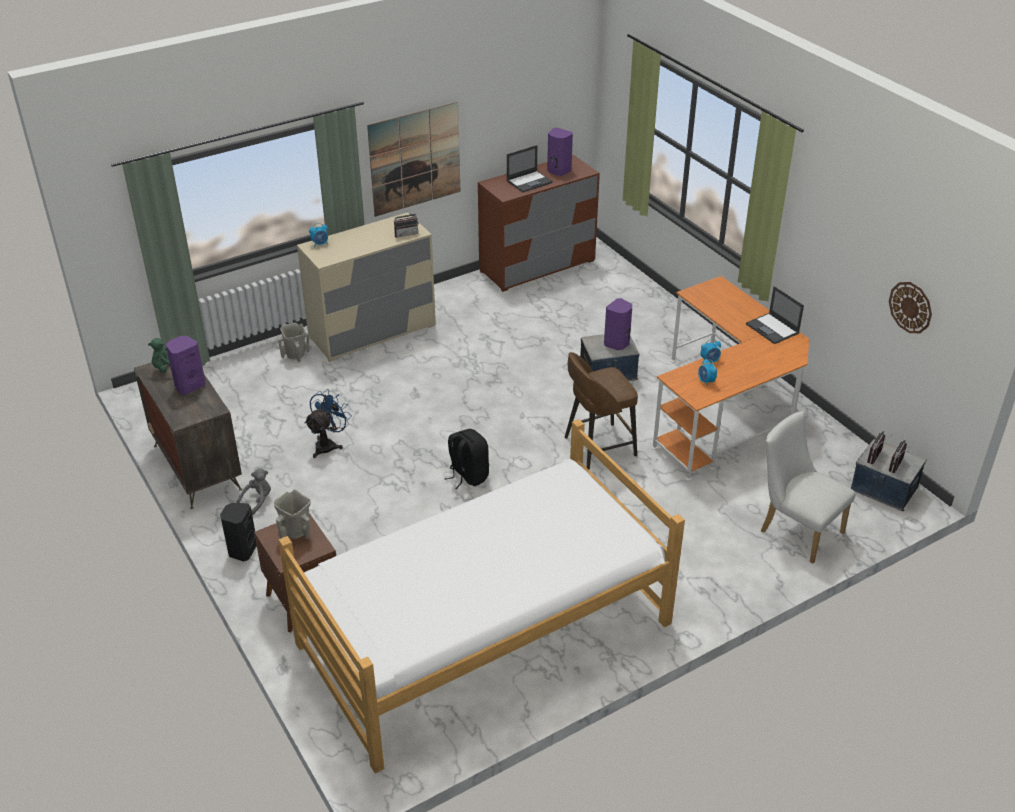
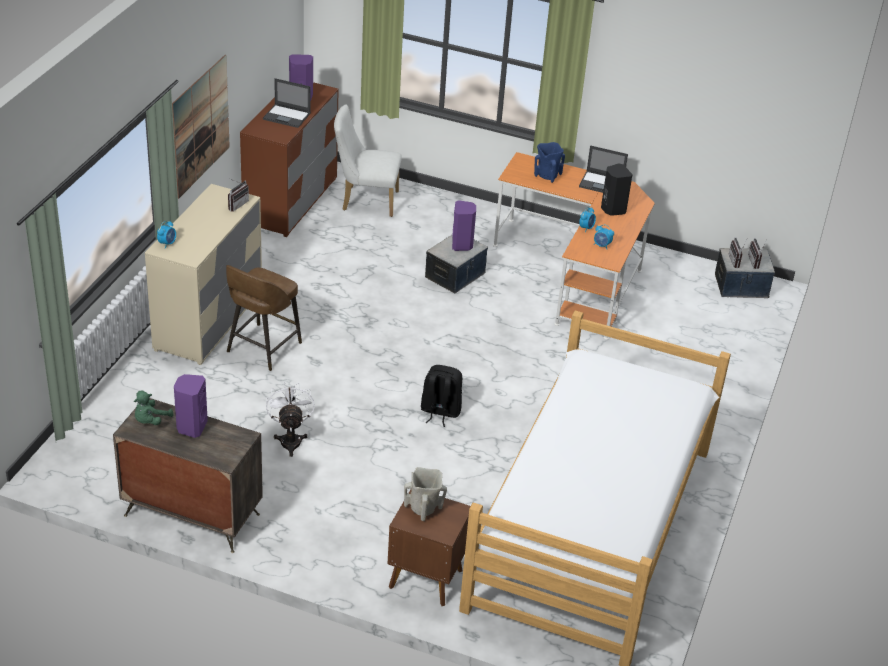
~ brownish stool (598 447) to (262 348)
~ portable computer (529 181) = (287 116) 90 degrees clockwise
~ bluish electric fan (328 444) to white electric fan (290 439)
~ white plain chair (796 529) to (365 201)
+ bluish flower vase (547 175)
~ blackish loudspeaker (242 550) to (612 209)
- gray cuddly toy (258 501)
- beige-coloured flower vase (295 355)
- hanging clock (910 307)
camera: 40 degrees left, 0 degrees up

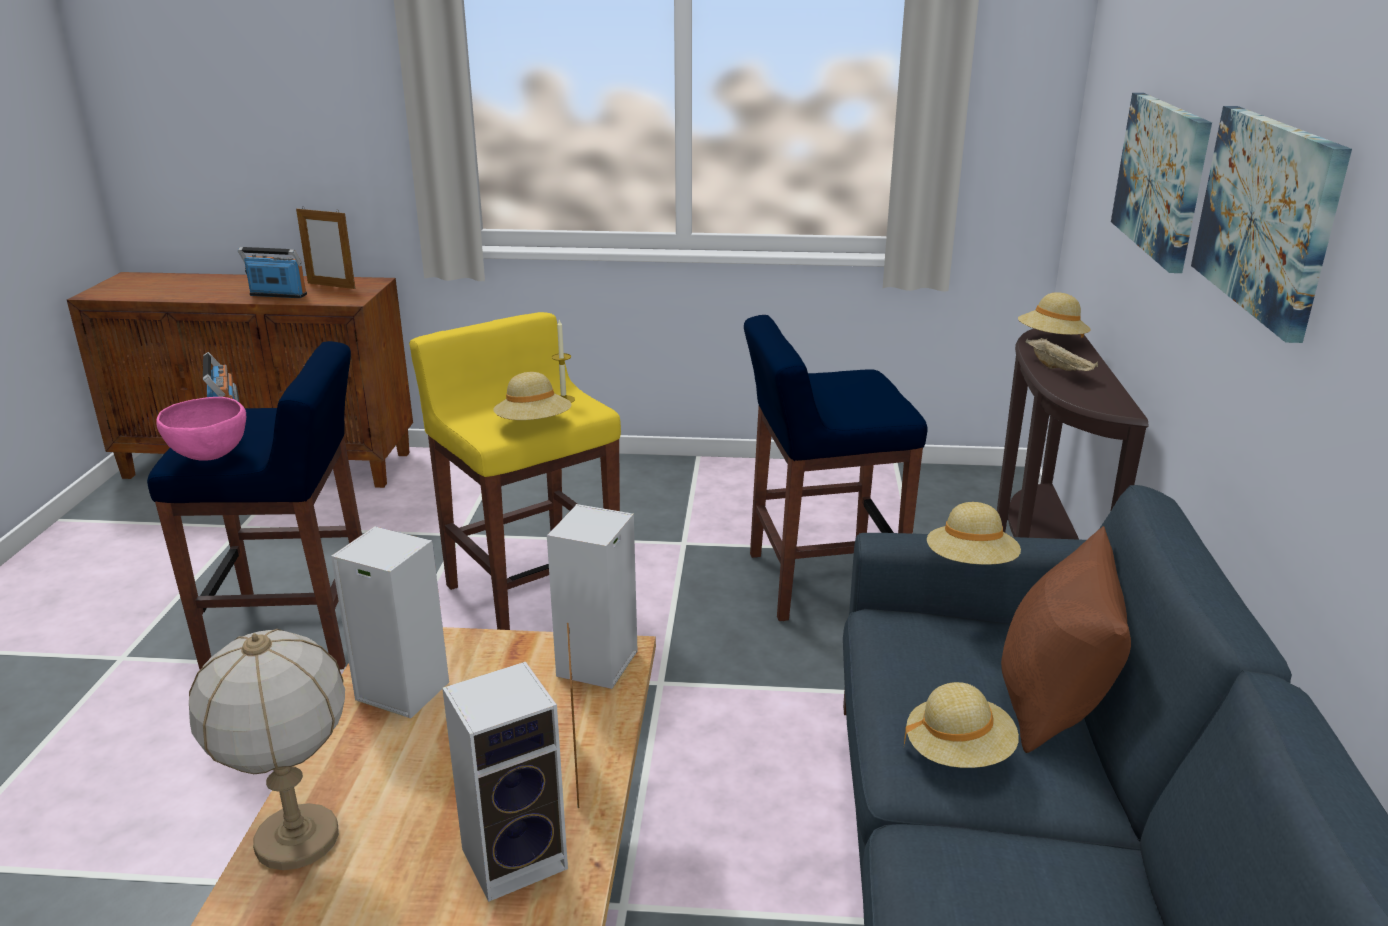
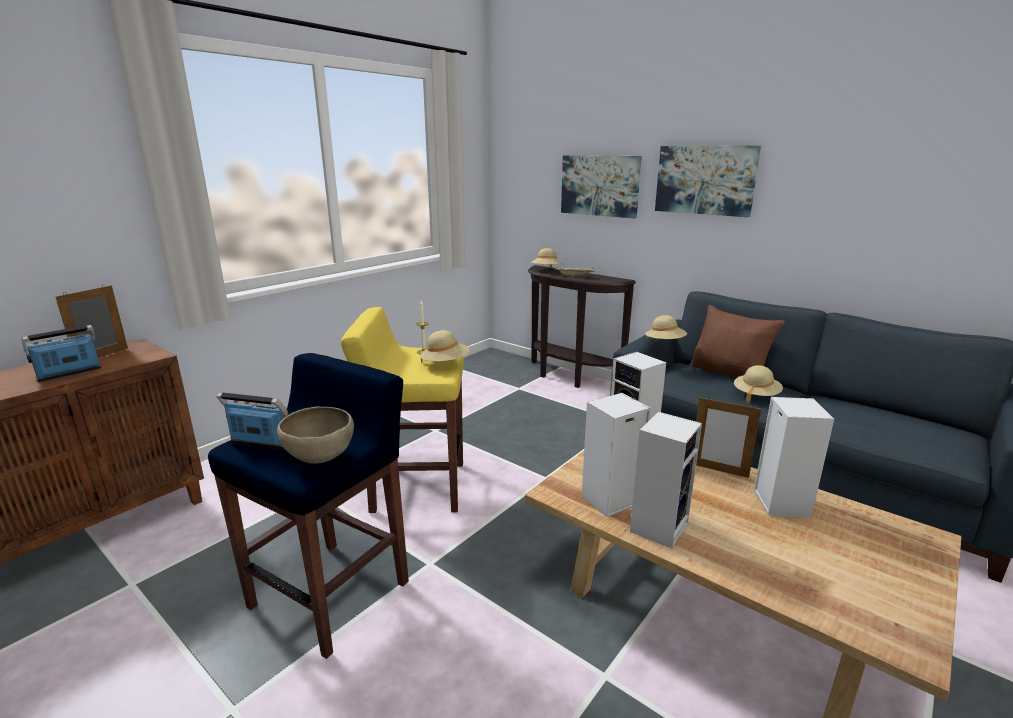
~ standing frame (331 286) = (102 355) 150 degrees clockwise
~ pink serving bowl (209 458) to brownish serving bowl (320 460)
+ loudspeaker (658 526)
- tabletop lamp (298 839)
- bluish stool (819 581)
camera: 55 degrees left, 5 degrees down

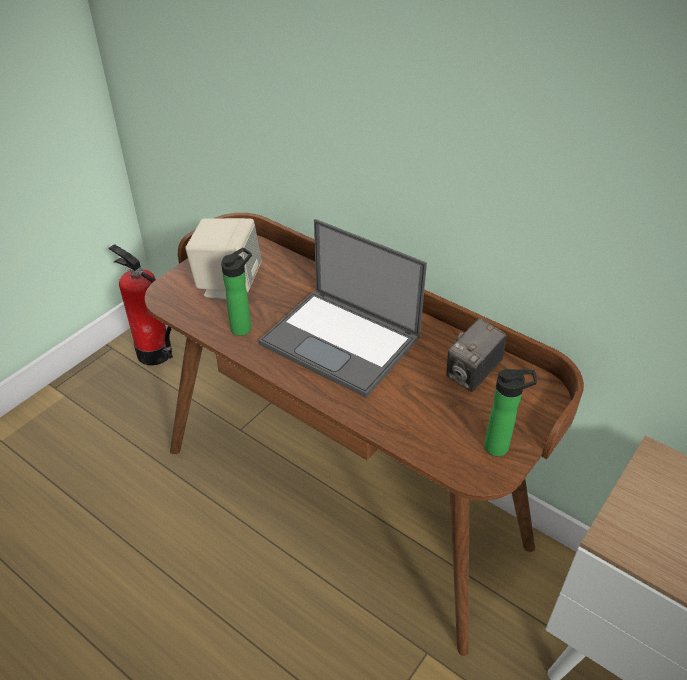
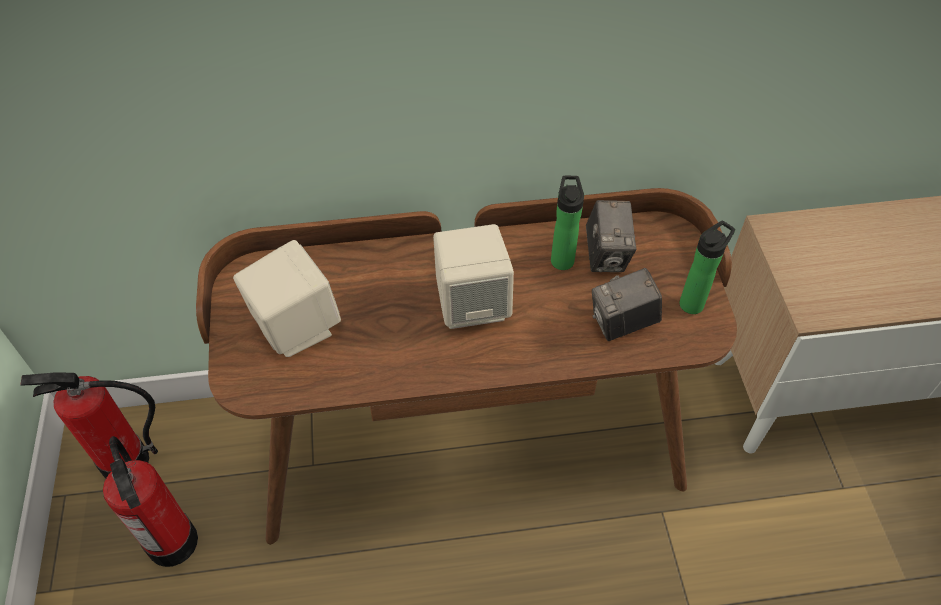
+ fire-fighting cylinder (173 541)
~ portable computer (342 341) to beige-coloured loudspeaker (472 304)
~ beverage bottle (243 327) to (562 258)
+ still camera (622 324)
camera: 45 degrees left, 10 degrees up

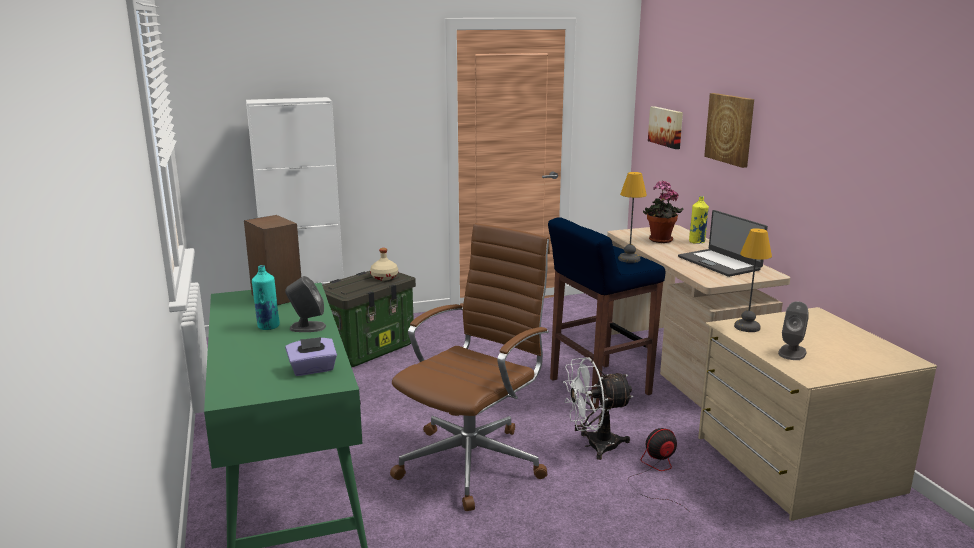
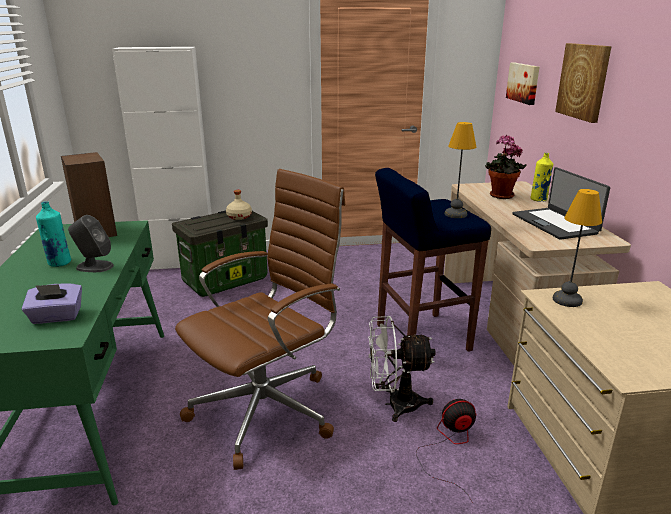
- gray loudspeaker (792 352)
camera: 10 degrees right, 5 degrees up

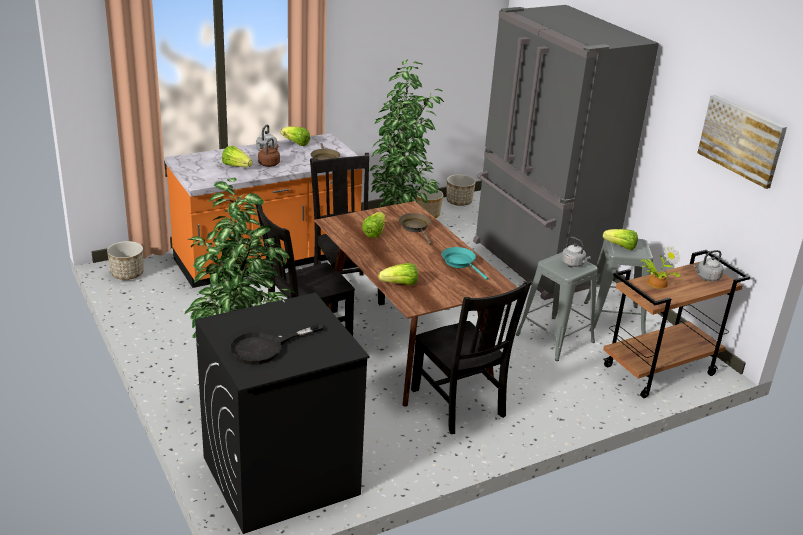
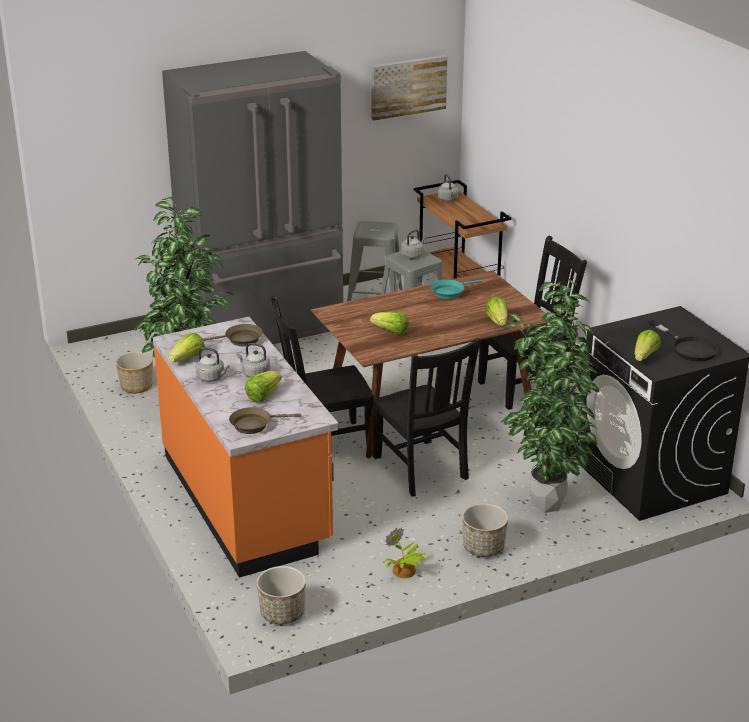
~ brownish frying pan (416 228) to (254 424)
~ brownish water kettle (269 163) to gray water kettle (254 374)
~ plant in a pot (655 283) to (404 572)
~ planter (459 202) to (483 547)
~ head of lettuce (620 247) to (644 356)
camera: 85 degrees left, 0 degrees up

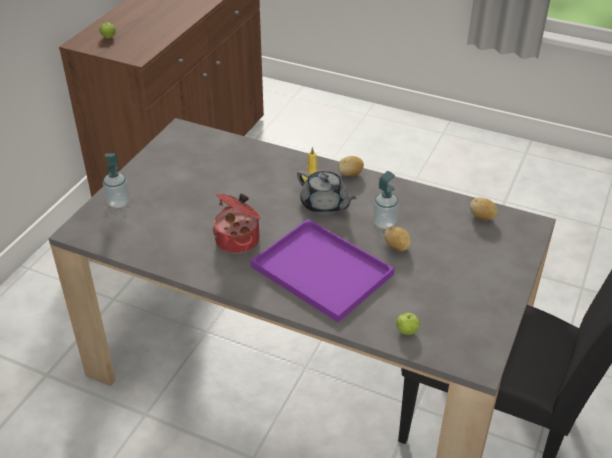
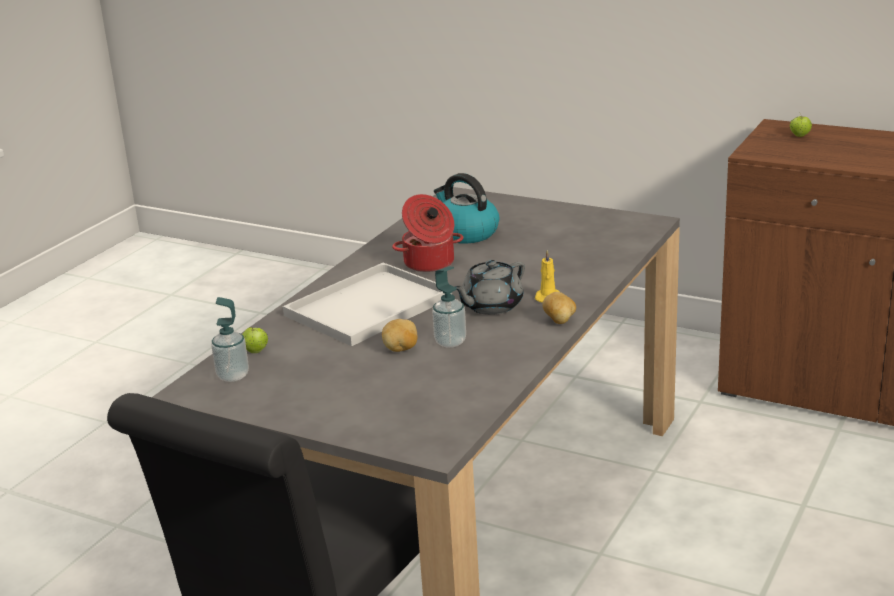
~ soap dispenser (118 202) to (233 376)
~ purple-coloured serving tray (319 270) to white serving tray (369 305)
+ water kettle (465 233)
- whole potato (482 217)
camera: 95 degrees right, 15 degrees down

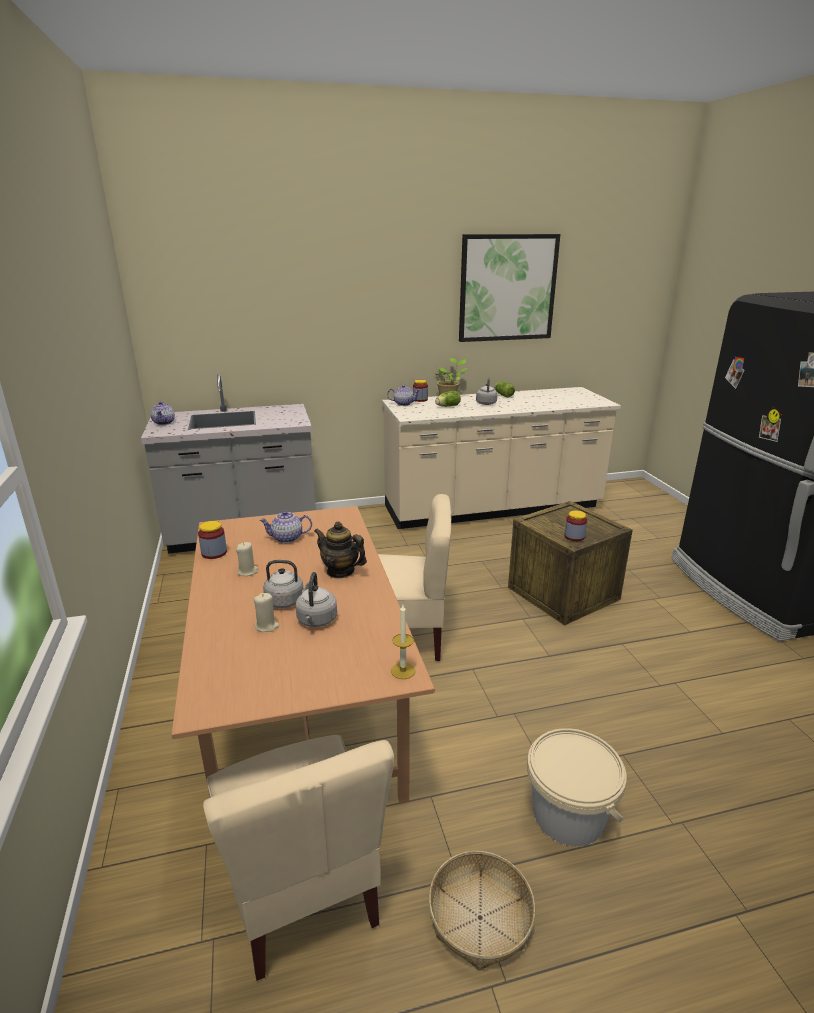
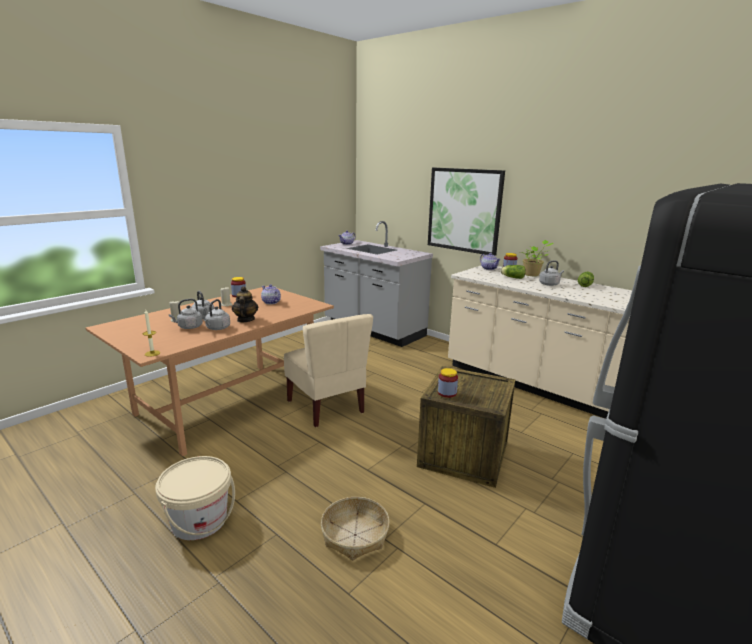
+ gray water kettle (217 328)
~ household basket (479 918) to (354 535)
~ wall art (507 288) to (464 210)
- beige-coloured plain chair (302 889)
camera: 55 degrees right, 5 degrees down

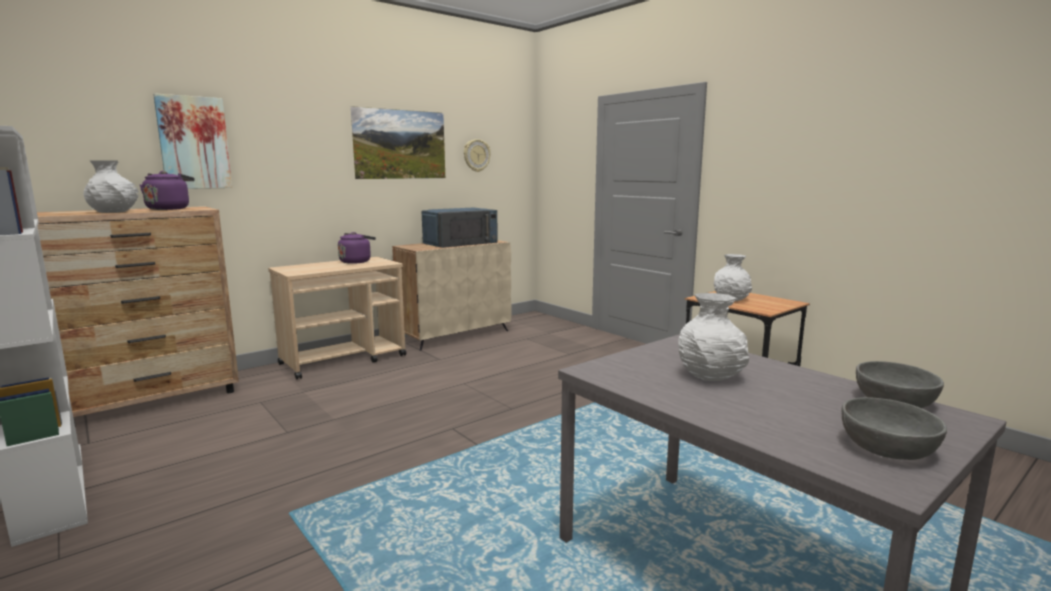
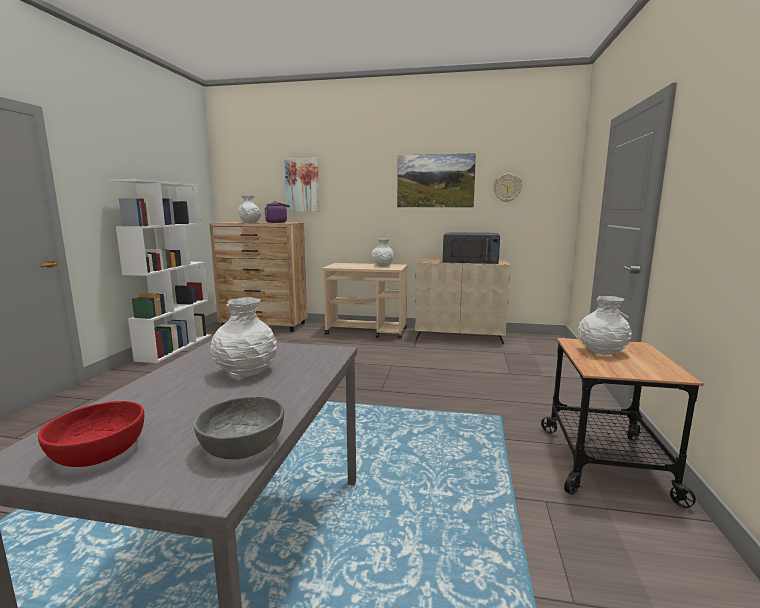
~ gray serving bowl (888 448) to red serving bowl (98 452)
~ purple-coloured water kettle (356 261) to white flower vase (383 265)
camera: 50 degrees right, 0 degrees up

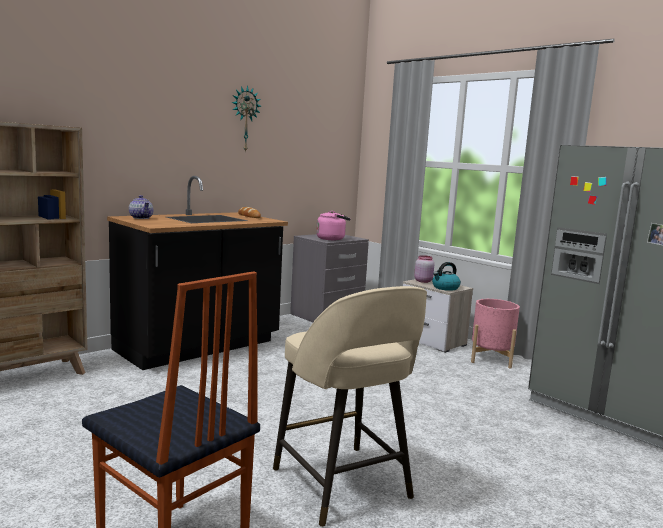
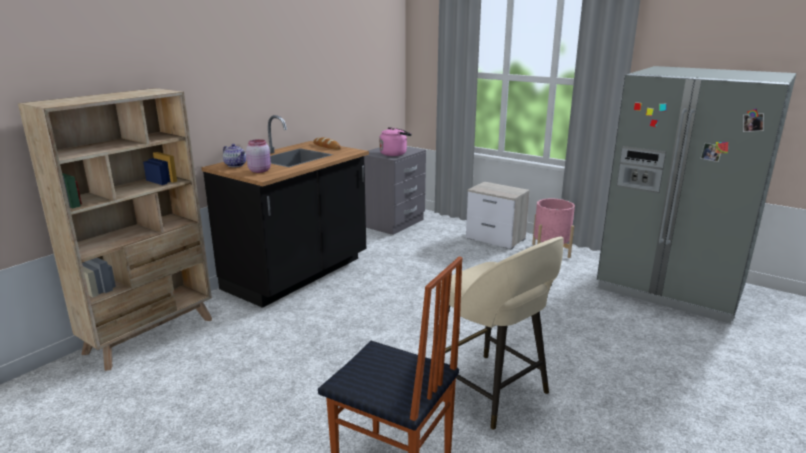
~ pink storage jar (423 281) to (260 170)
- hanging clock (244 119)
- water kettle (445 288)
camera: 10 degrees left, 10 degrees up

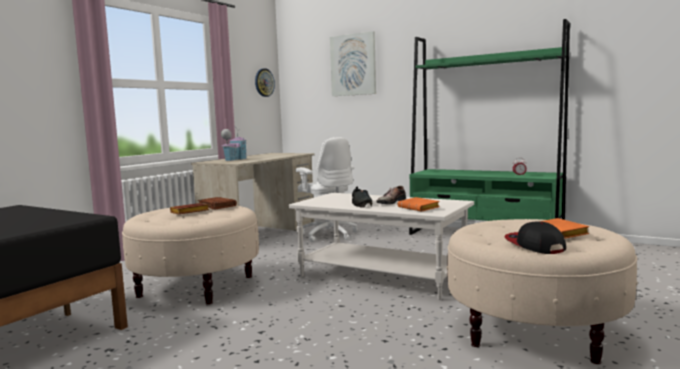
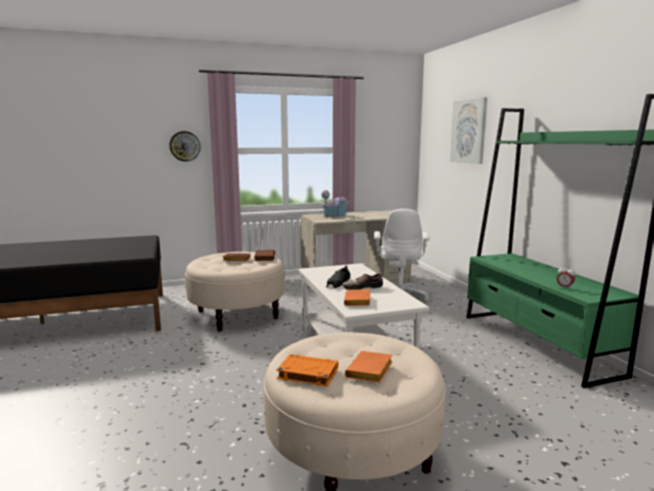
~ hanging clock (264 82) to (185 146)
~ baseball cap (534 245) to orange bound book (307 374)
camera: 40 degrees right, 5 degrees up

